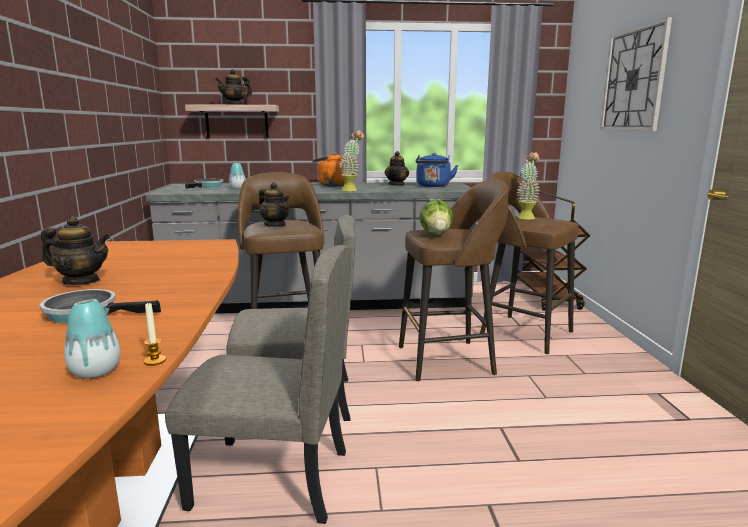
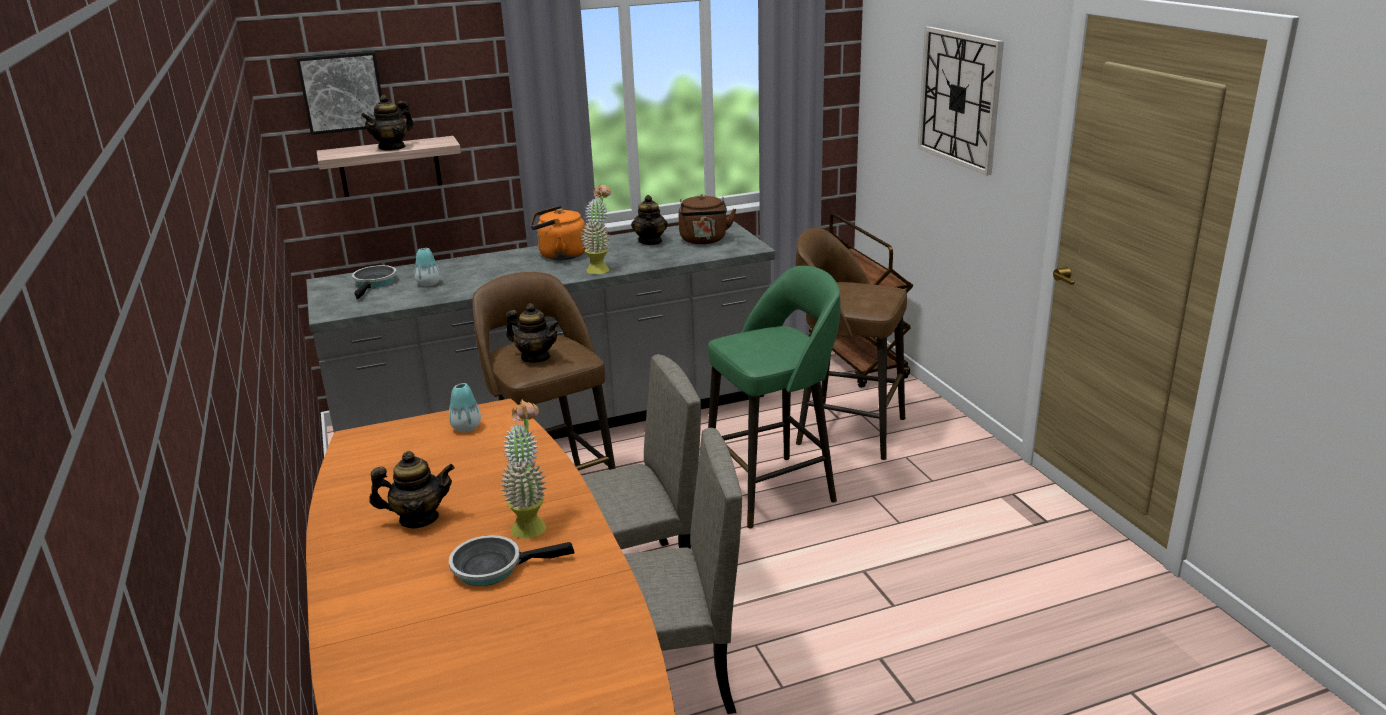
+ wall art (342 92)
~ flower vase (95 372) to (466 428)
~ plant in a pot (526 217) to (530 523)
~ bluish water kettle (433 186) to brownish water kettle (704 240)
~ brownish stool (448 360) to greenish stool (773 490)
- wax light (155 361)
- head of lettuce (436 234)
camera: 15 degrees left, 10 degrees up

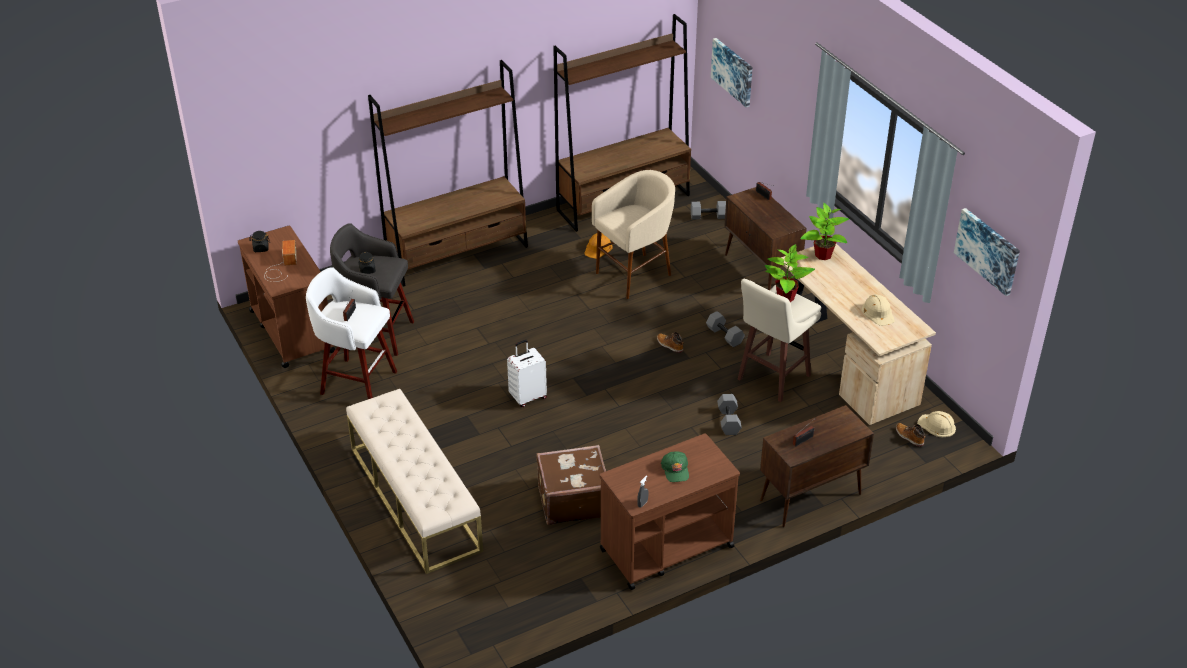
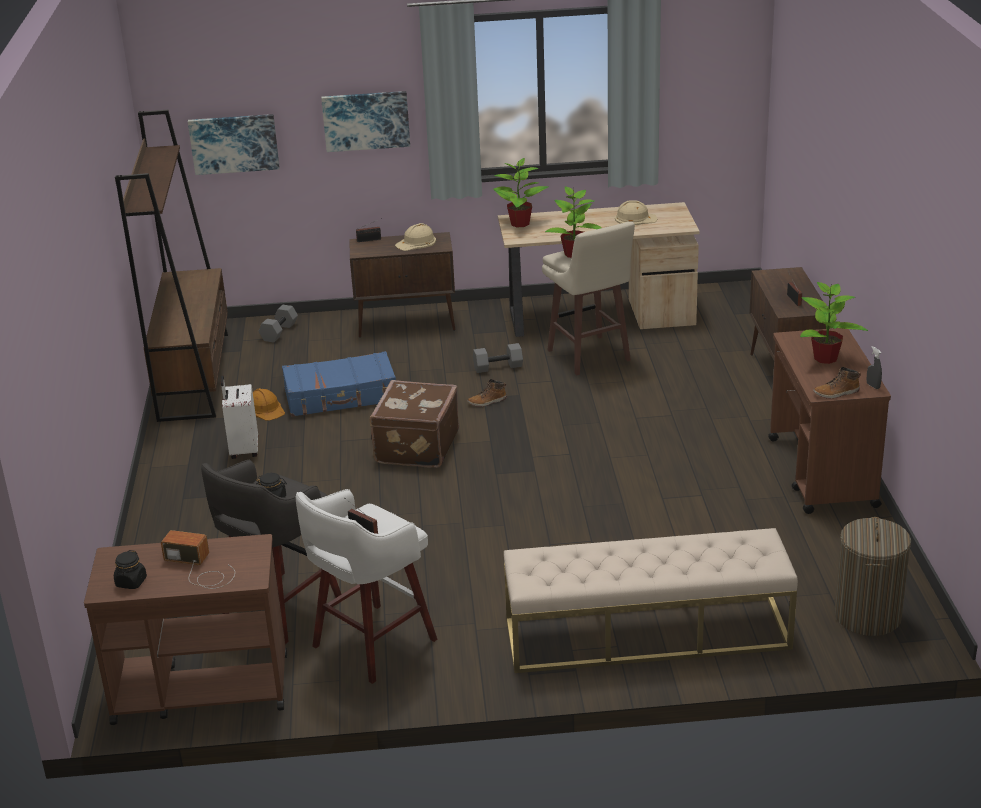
~ white suitcase (527 397) to (243 450)
~ beige-coloured stool (635 275) to bluish suitcase (341 396)
~ wall art (988 250) to (366 120)
~ brownish suitcase (572 500) to (415 447)
~ beige-coloured safety helmet (937 426) to (416 242)
~ greenish baseball cap (675 470) to plant in a pot (825 358)
~ tall boot (909 437) to (836 393)
+ hamper (867 616)
- brownish shelving unit (458 255)
- gray dumbbell (729 421)
camera: 65 degrees left, 10 degrees down

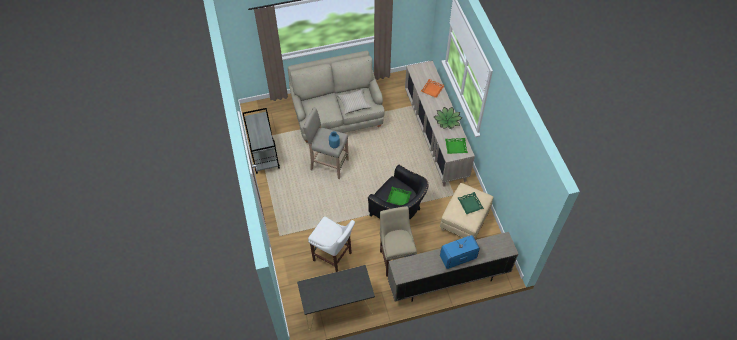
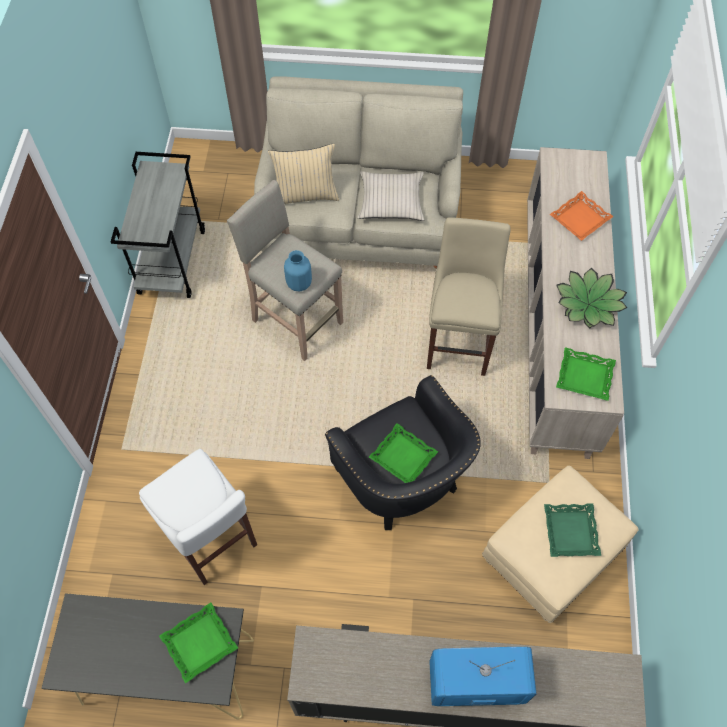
+ greenish serving tray (199 644)
+ beige-coloured throw pillow (305 195)
~ beige-coloured stool (396 259) to (459 342)
camera: 20 degrees right, 5 degrees up

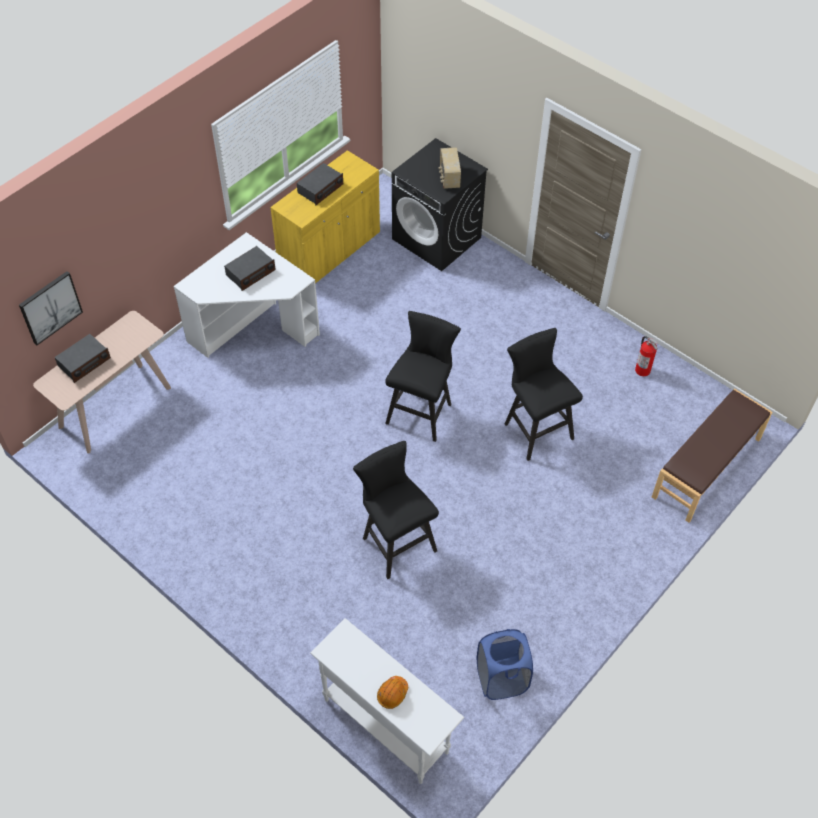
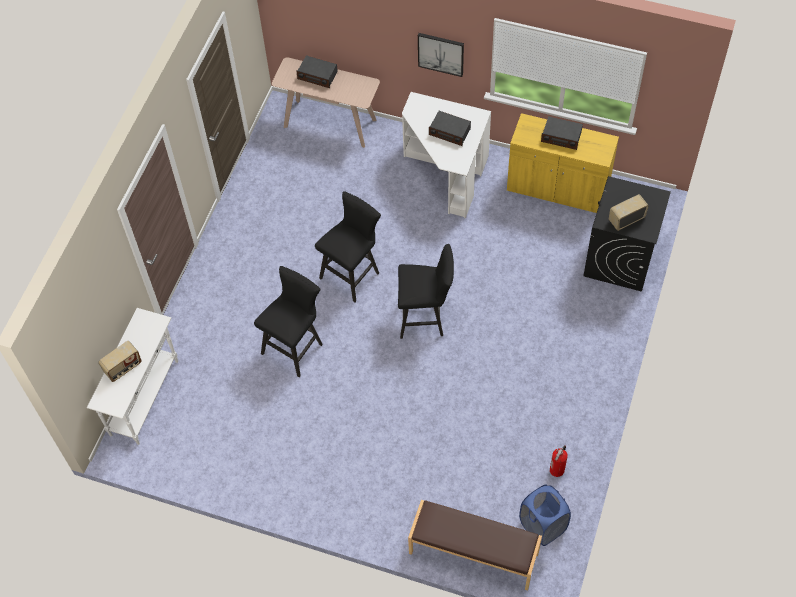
~ orange safety helmet (392 694) to radio (123 368)
~ blackish stool (535 428) to (352 273)
~ wall art (50 307) to (441 53)
~ bluish hamper (501 679) to (542 526)
camera: 70 degrees right, 5 degrees up

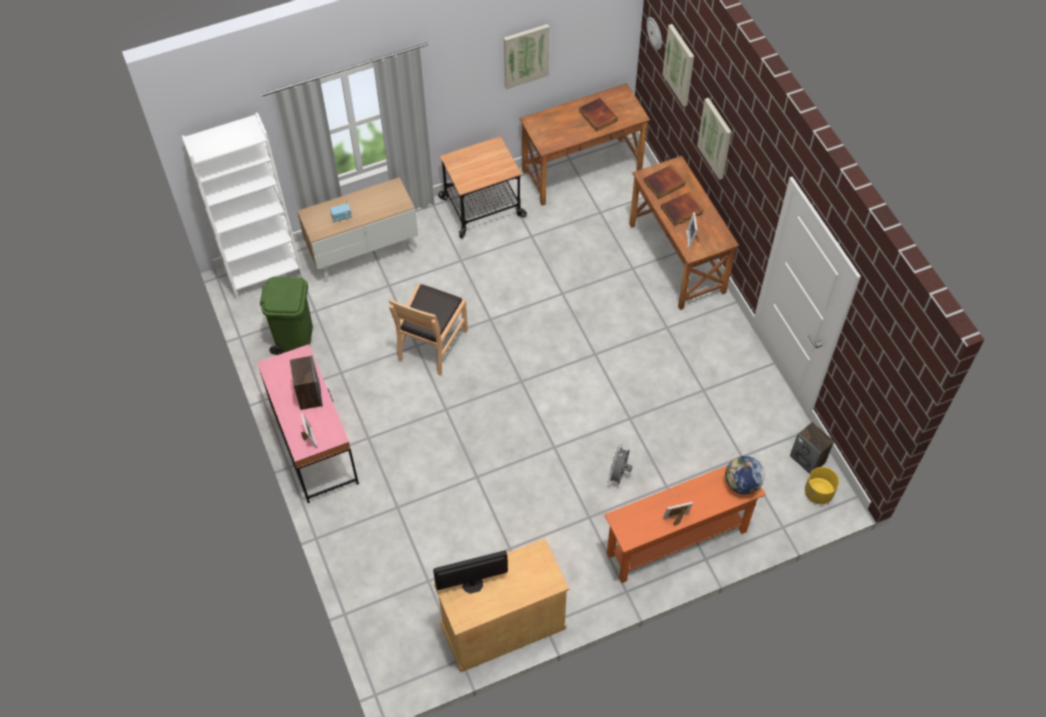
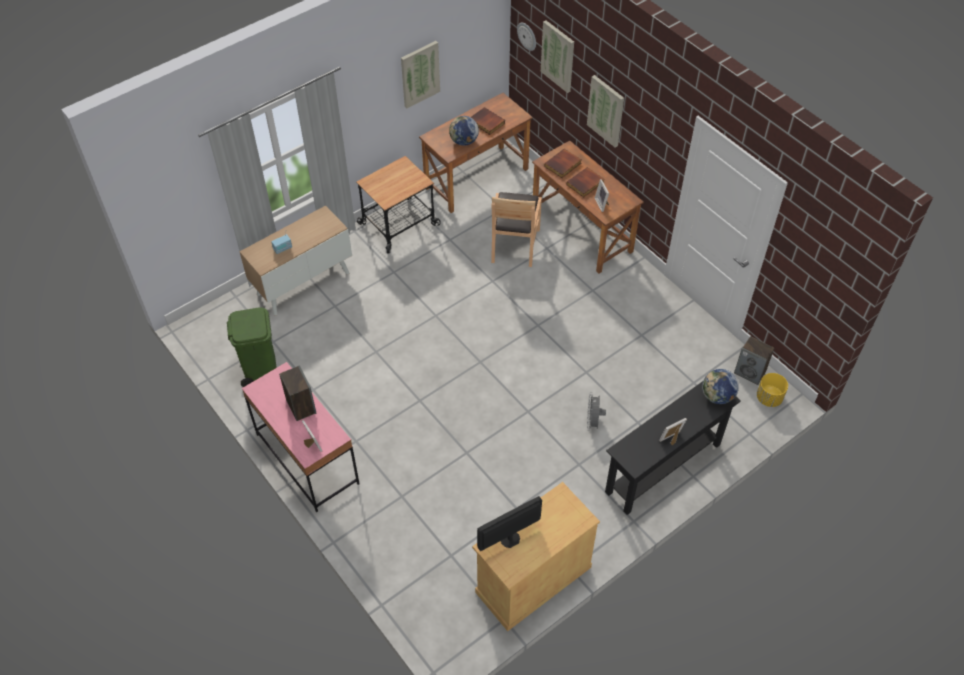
+ world globe (464 141)
~ brownish plain chair (432 344) to (514 245)
~ orange console table (677 543) to blackish console table (663 468)
- white shelving unit (264 274)
camera: 15 degrees left, 5 degrees down

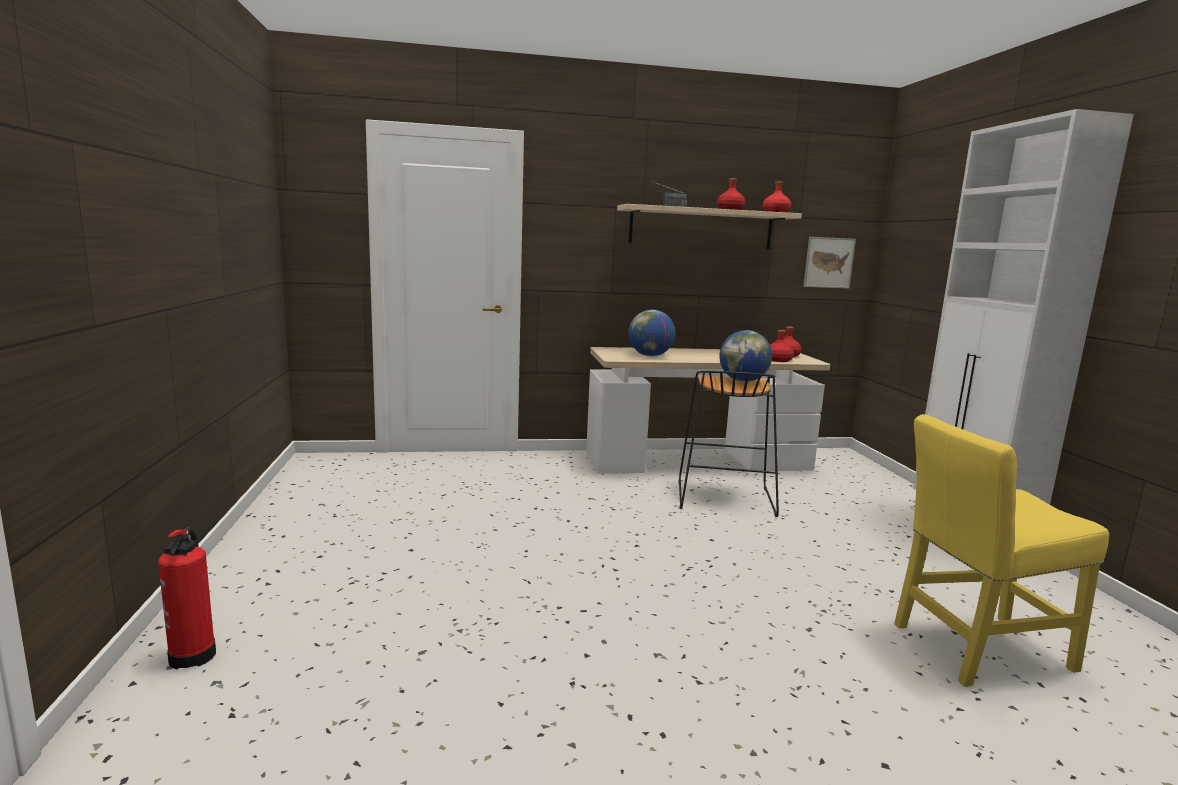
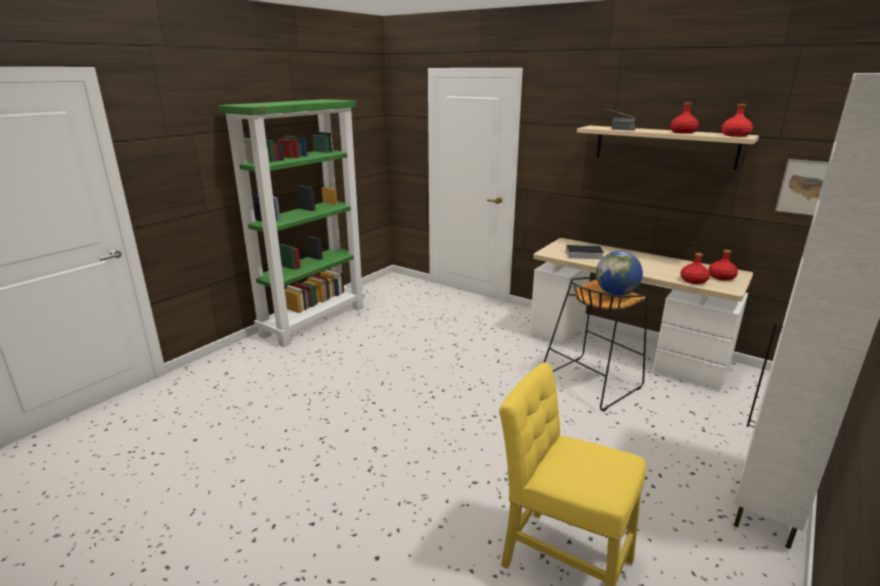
+ greenish shelving unit (314 320)
~ world globe (650 356) to bound book (582 255)
- fire-fighting cylinder (194 653)
camera: 45 degrees right, 10 degrees up

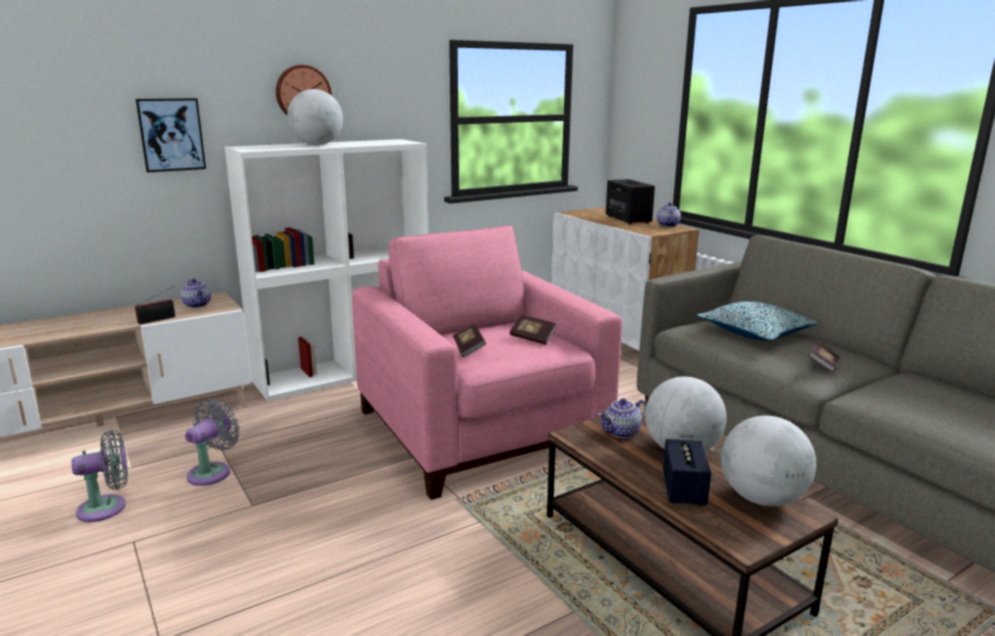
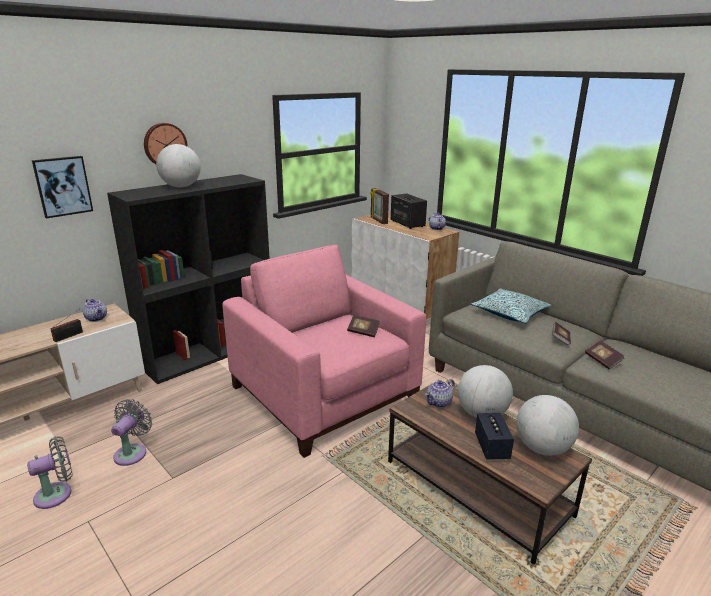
~ white shelving unit (345 371) to blackish shelving unit (210 351)
+ standing frame (378 220)
~ bound book (469 349) to (603 361)
camera: 10 degrees left, 5 degrees up

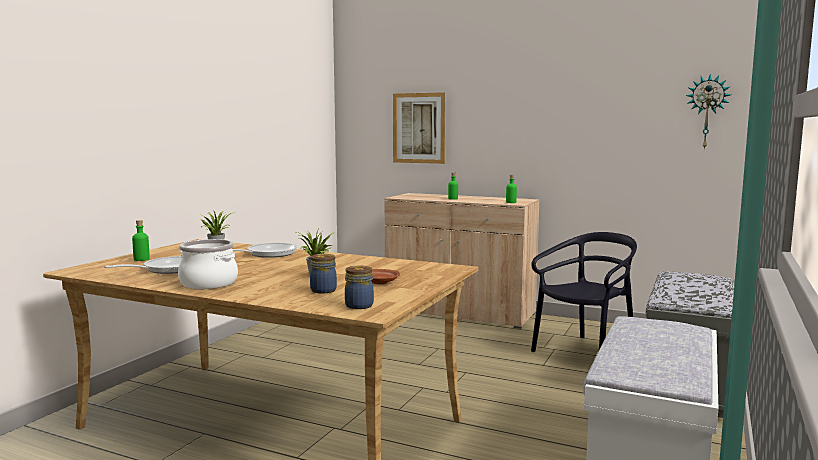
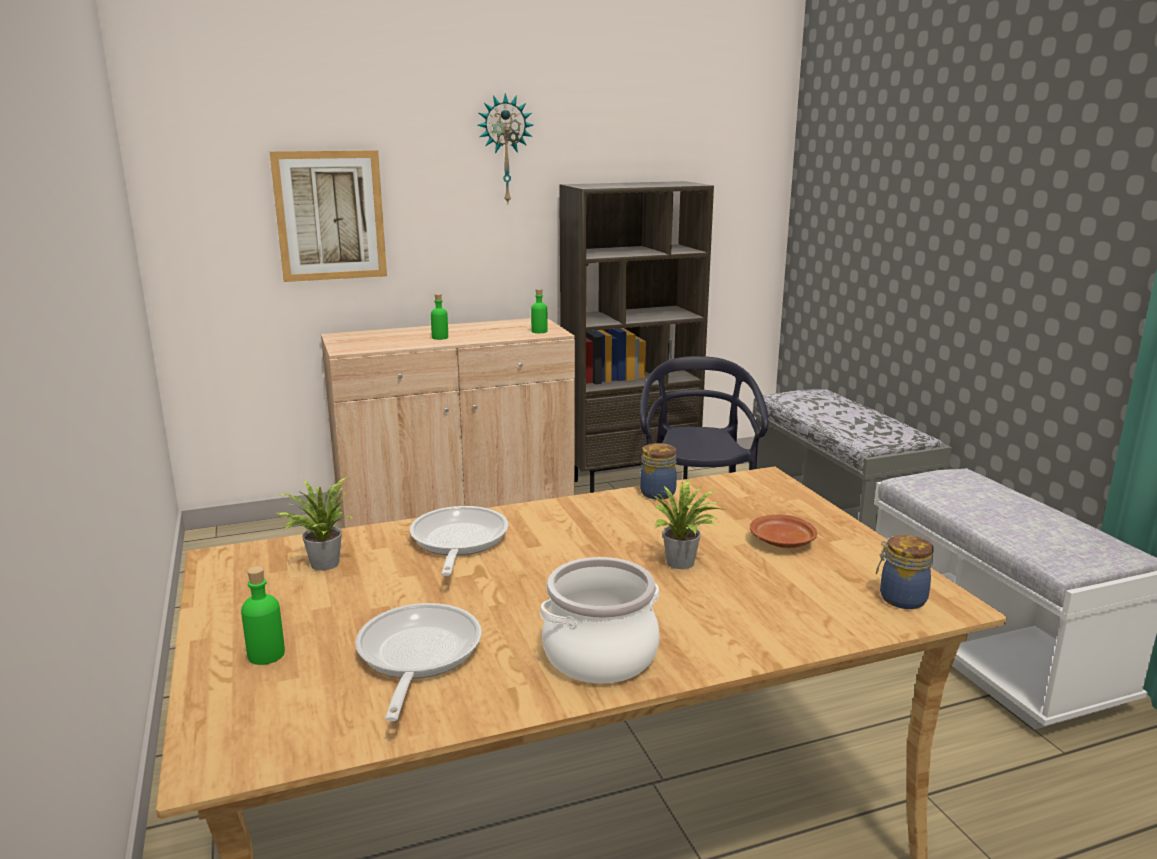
~ hanging clock (707 112) to (505 149)
+ brownish shelving unit (630 482)
~ storage jar (323 290) to (656 493)
camera: 45 degrees left, 10 degrees up

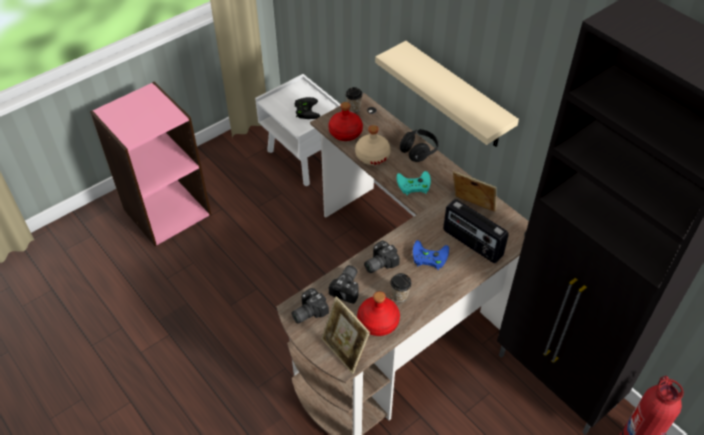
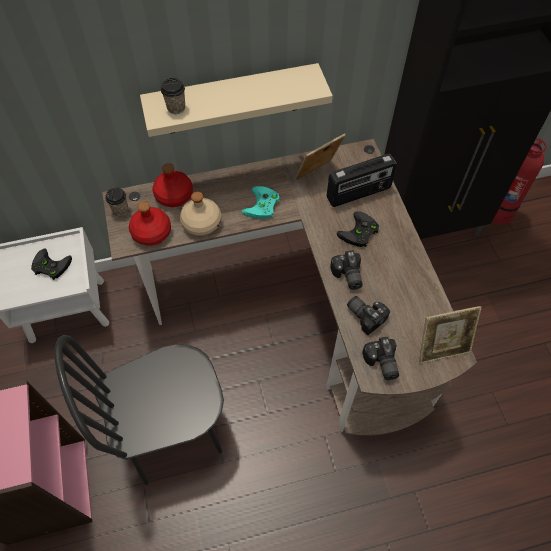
+ blackish plain chair (173 433)
~ red beverage bottle (377 322) to (173 195)
~ small cup (399 295) to (176 108)
~ bluish gamepad (428 257) to blackish gamepad (359 233)
- blackish headset (418 151)
camera: 65 degrees left, 10 degrees up

